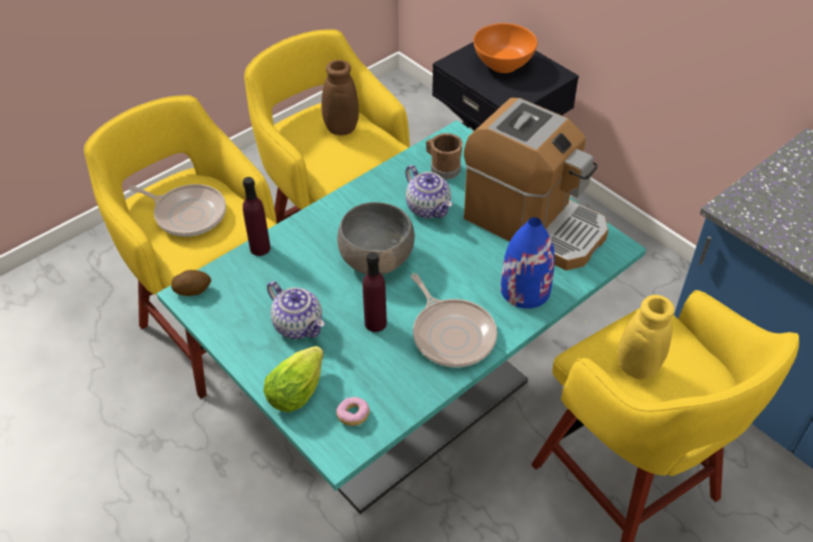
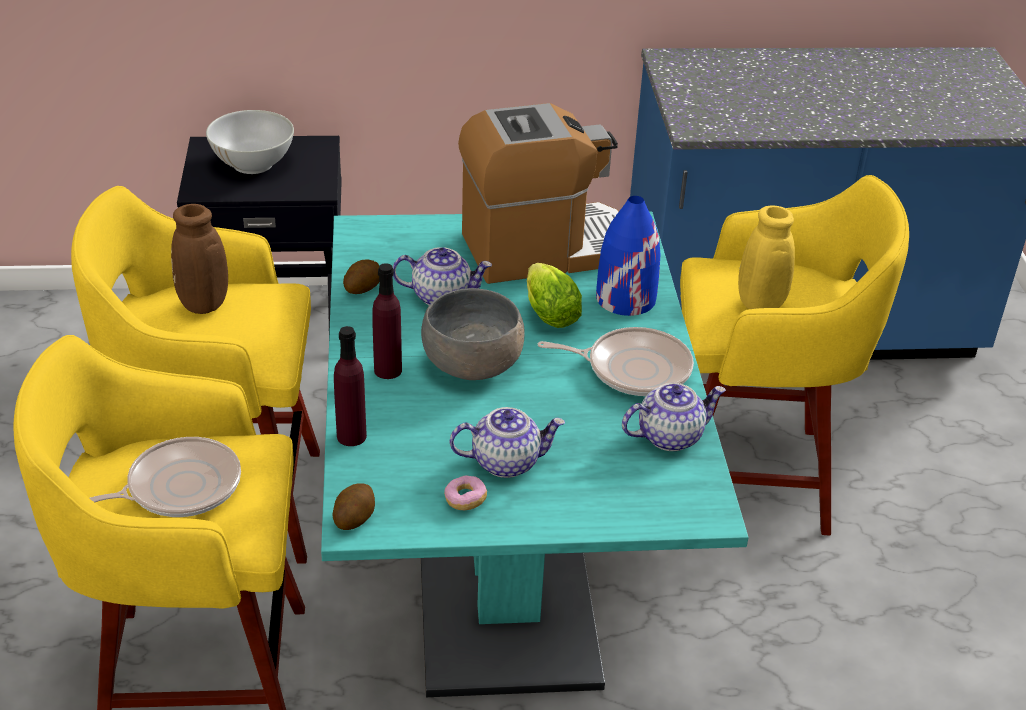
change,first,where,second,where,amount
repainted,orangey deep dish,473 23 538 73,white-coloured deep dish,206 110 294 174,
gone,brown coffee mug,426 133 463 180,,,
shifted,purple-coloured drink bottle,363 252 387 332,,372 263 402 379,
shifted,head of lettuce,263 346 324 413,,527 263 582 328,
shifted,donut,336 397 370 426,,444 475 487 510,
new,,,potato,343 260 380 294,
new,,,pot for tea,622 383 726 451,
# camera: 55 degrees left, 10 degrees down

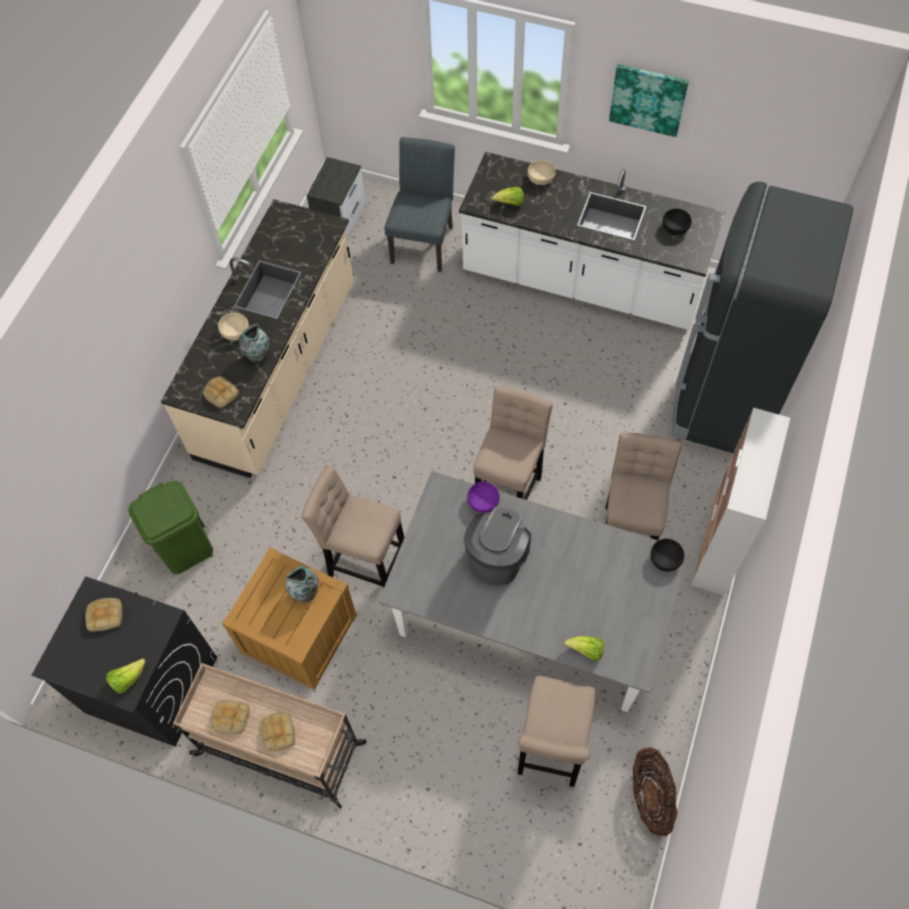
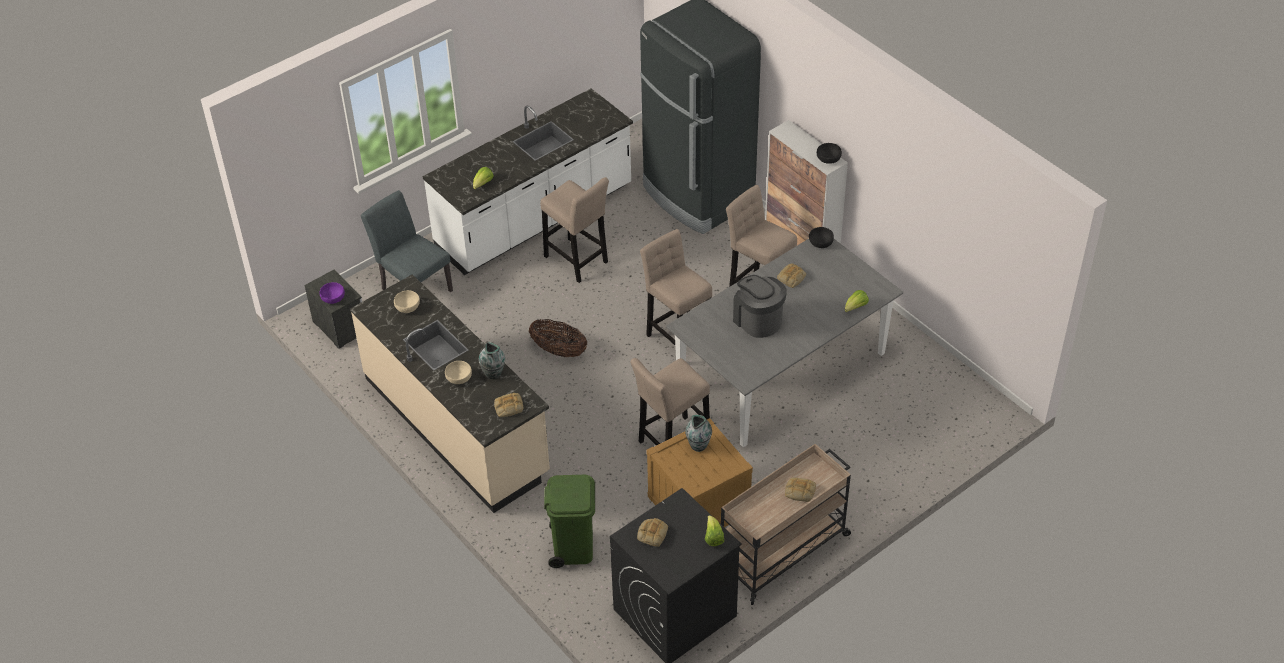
change,first,where,second,where,amount
gone,wall picture,609 64 689 137,,,
shifted,sand-coloured deep dish,527 160 556 185,,394 290 420 313,
shifted,black deep dish,663 208 692 235,,817 143 842 164,
shifted,purple-coloured deep dish,467 482 500 513,,320 282 345 304,
shifted,sand-coloured stool seat,518 676 595 787,,540 177 609 283,
shifted,bread,211 700 250 734,,777 263 806 288,
shifted,storage basket,633 747 677 837,,529 319 587 357,
# camera: 60 degrees left, 15 degrees down

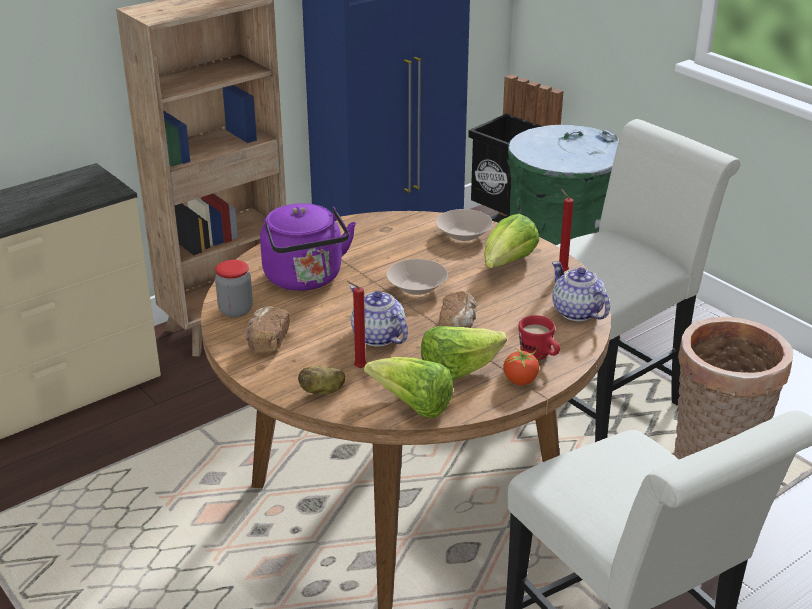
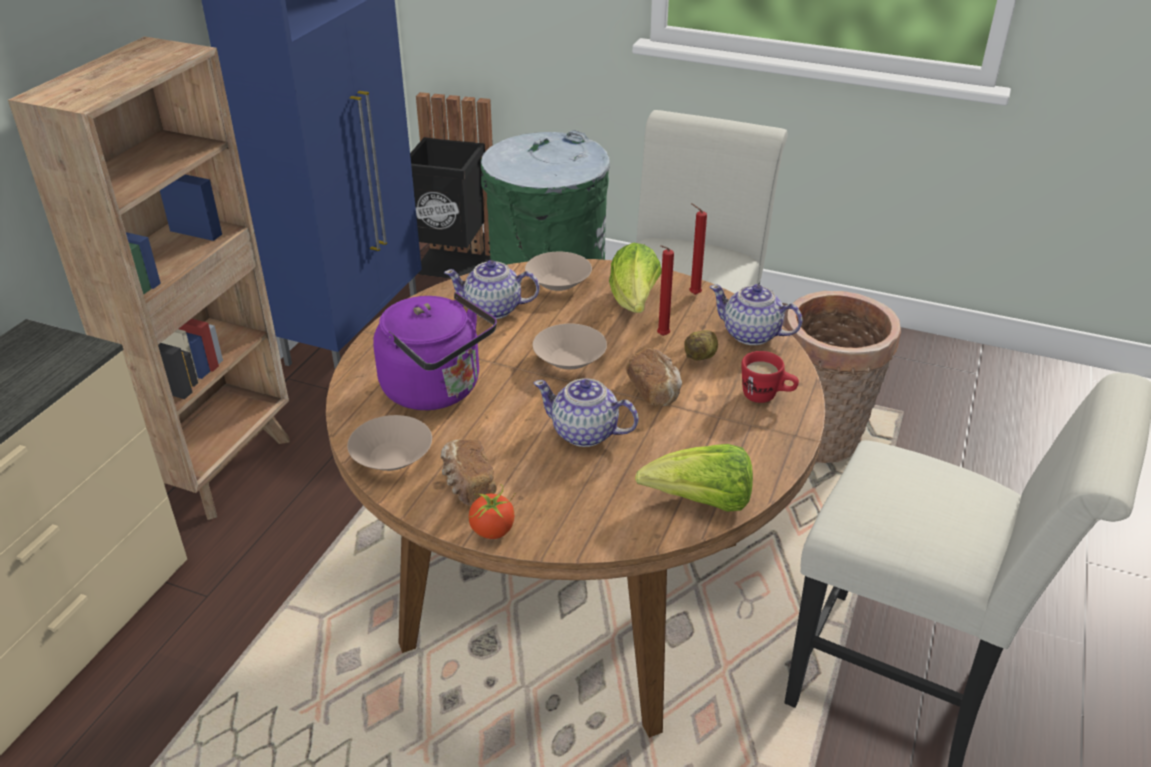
change,first,where,second,where,amount
swapped,storage jar,215 260 253 317,sand-coloured deep dish,347 415 432 471,
shifted,red-coloured candle,347 281 367 368,,657 245 674 336,
gone,head of lettuce,421 326 507 381,,,
shifted,fresh tomato,503 347 542 385,,469 484 515 539,
shifted,potato,298 366 345 395,,684 330 718 361,
new,,,pot for tea,444 260 539 319,
# camera: 30 degrees left, 5 degrees up

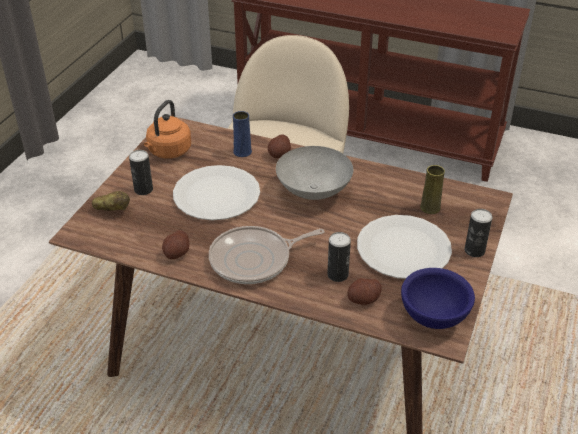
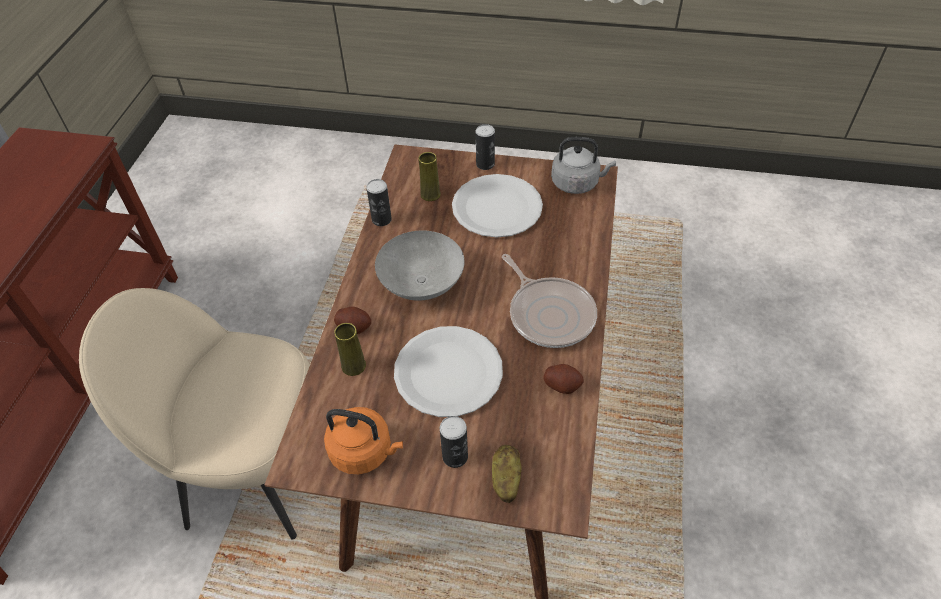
change,first,where,second,where,amount
repainted,blue vase,233 111 252 157,yellowish vase,334 323 366 376,
shifted,sealed can,327 232 351 282,,366 179 392 226,
swapped,blue deep dish,401 268 475 329,greyish water kettle,551 137 616 194,
gone,potato,347 278 382 305,,,
# camera: 100 degrees left, 10 degrees up

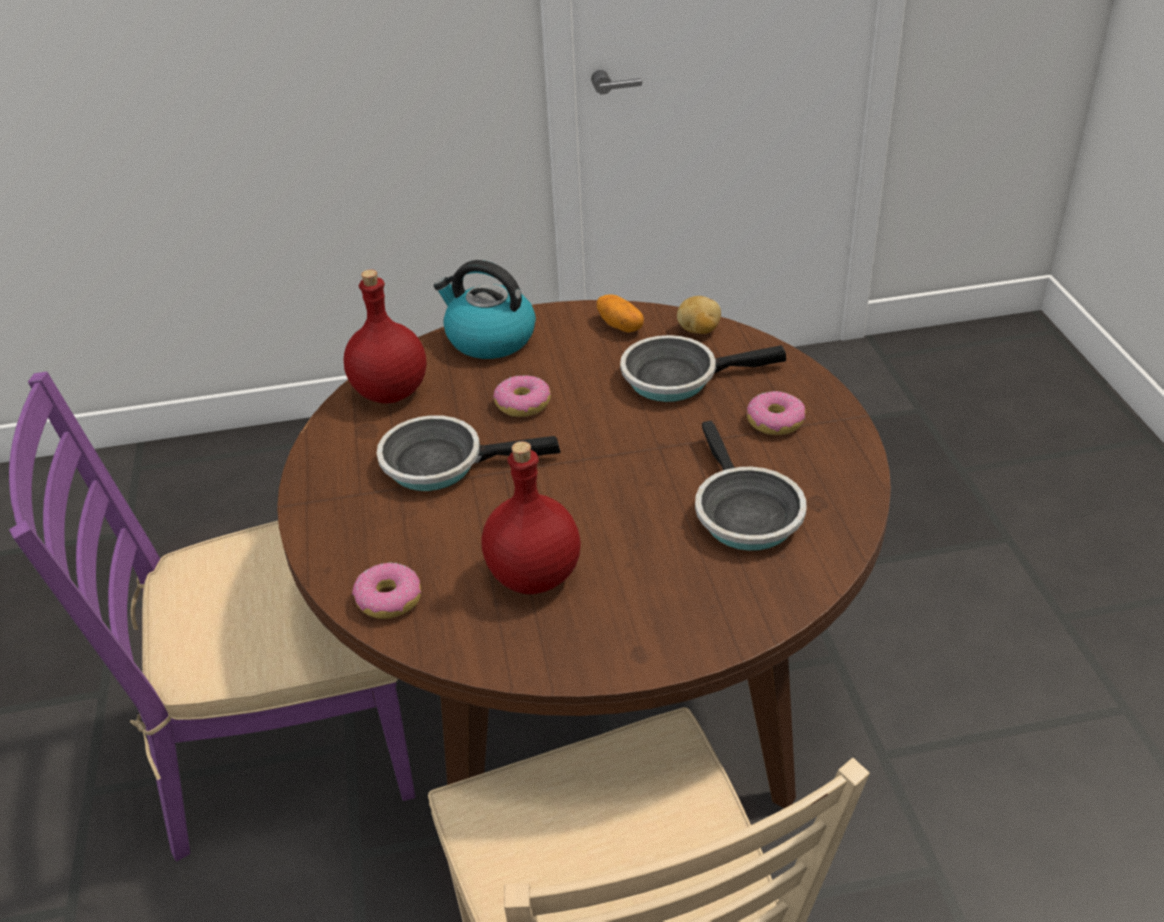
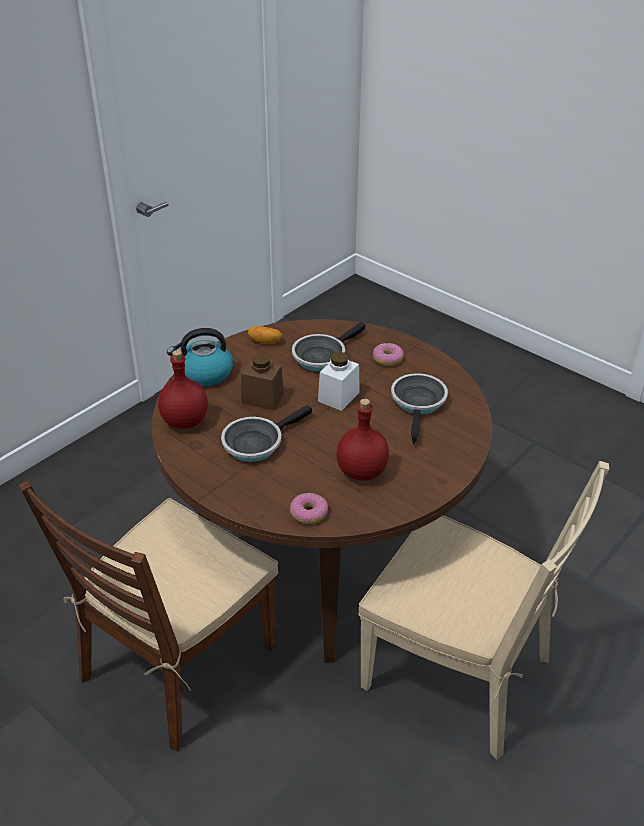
change,first,where,second,where,amount
gone,potato,677 296 721 334,,,
repainted,purple-coloured plain chair,9 371 415 862,brown plain chair,19 480 278 751,
swapped,donut,493 375 551 417,brown storage jar,241 354 284 410,
rotated,pan,695 421 806 551,,391 373 448 445,120 degrees counterclockwise
new,,,white-coloured storage jar,318 352 360 411,
# camera: 40 degrees left, 0 degrees up

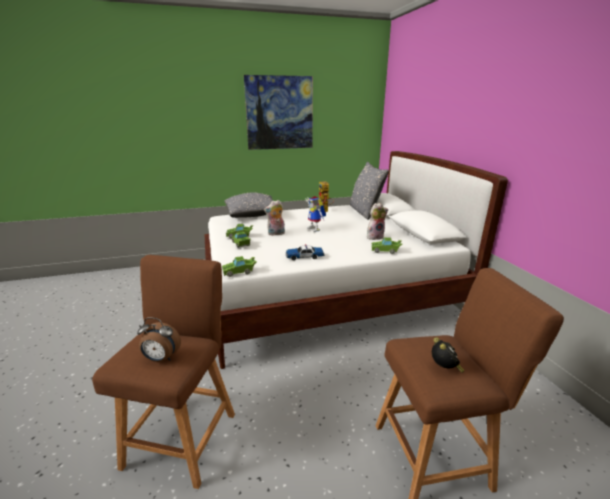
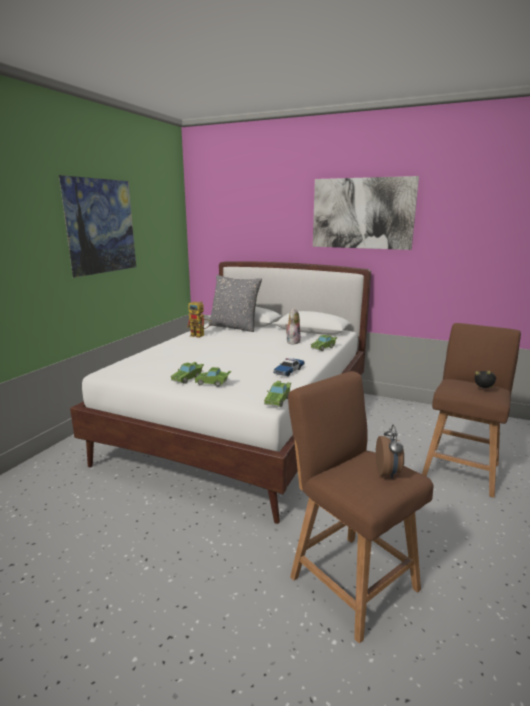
change,first,where,second,where,amount
gone,greyish pillow,225 192 273 218,,,
gone,model robot,305 196 326 232,,,
gone,cuddly toy,264 200 285 236,,,
rotated,table clock,137 317 181 362,,376 425 404 479,45 degrees counterclockwise
new,,,wall picture,313 176 419 250,
# camera: 50 degrees left, 5 degrees down

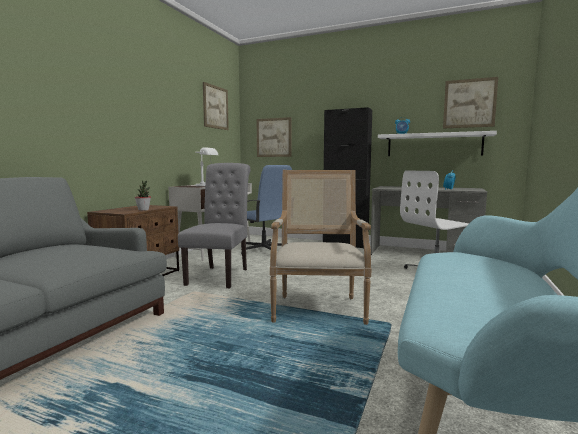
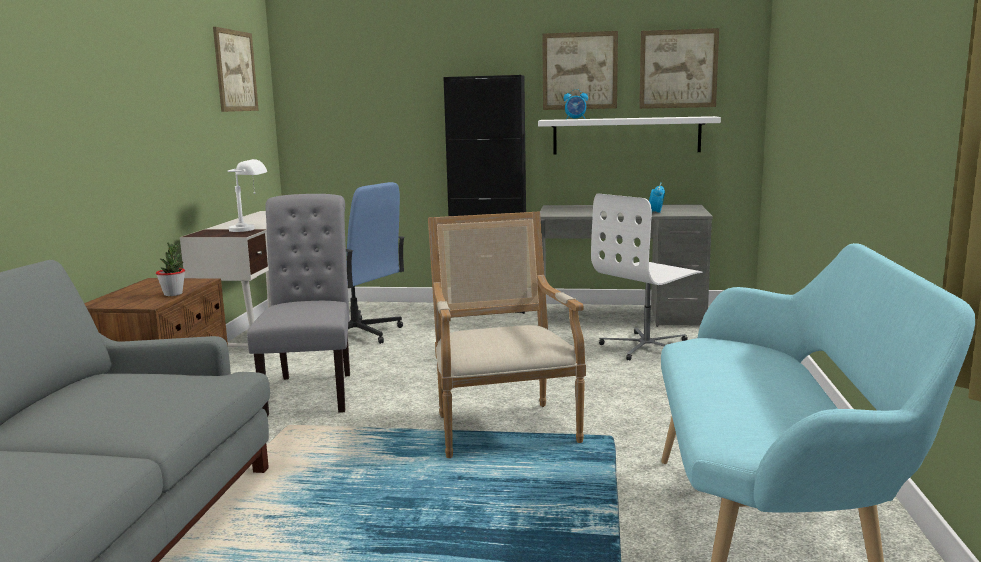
change,first,where,second,where,amount
shifted,wall picture,257 117 292 157,,542 31 618 110,
# camera: 15 degrees left, 5 degrees up

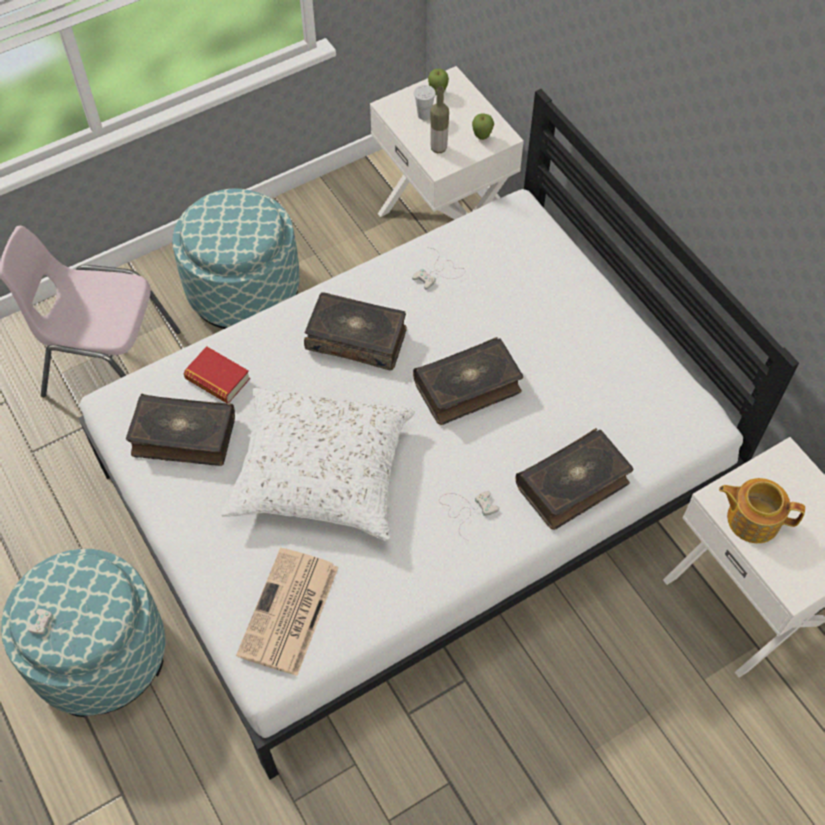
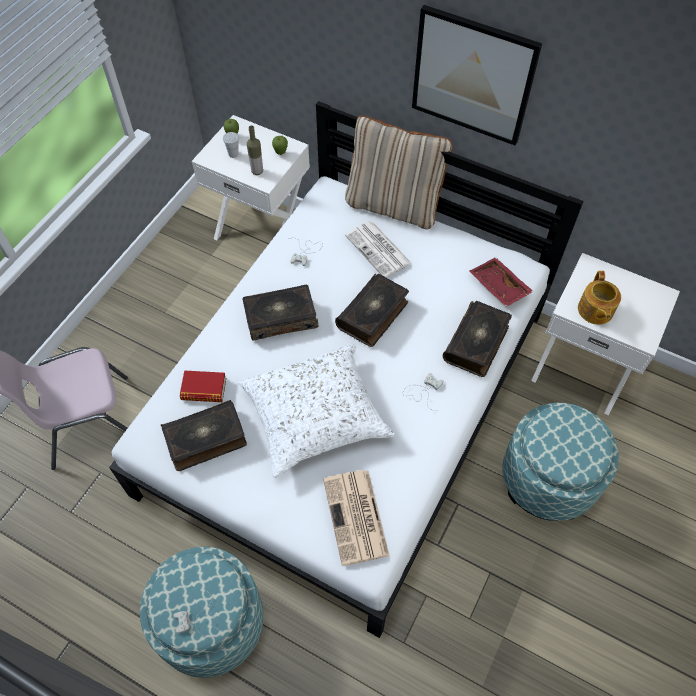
change,first,where,second,where,amount
shifted,ottoman,172 188 300 329,,502 403 619 521,
rotated,pot for tea,719 478 805 543,,578 271 621 325,75 degrees counterclockwise
new,,,wall picture,412 5 542 146,
new,,,sand-coloured pillow,345 116 453 229,
new,,,newspaper,345 221 411 278,
new,,,red-coloured tray,469 257 534 307,
# camera: 30 degrees left, 0 degrees up

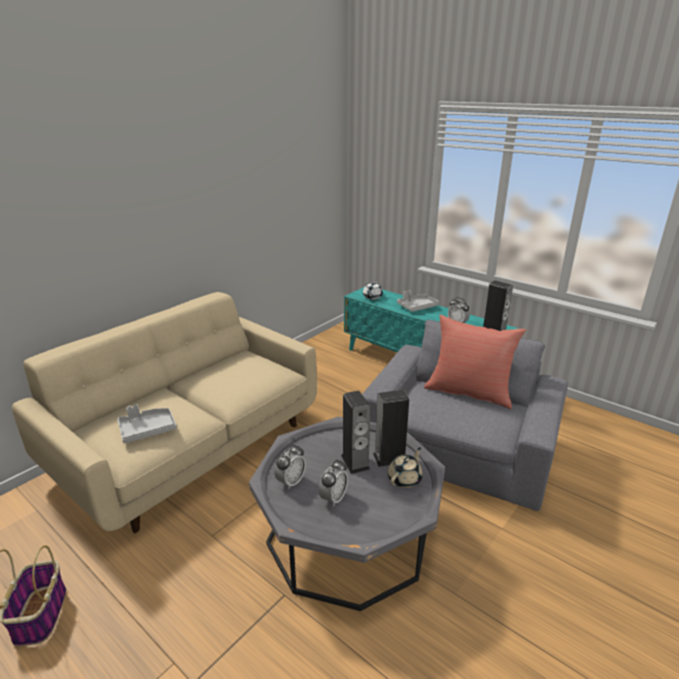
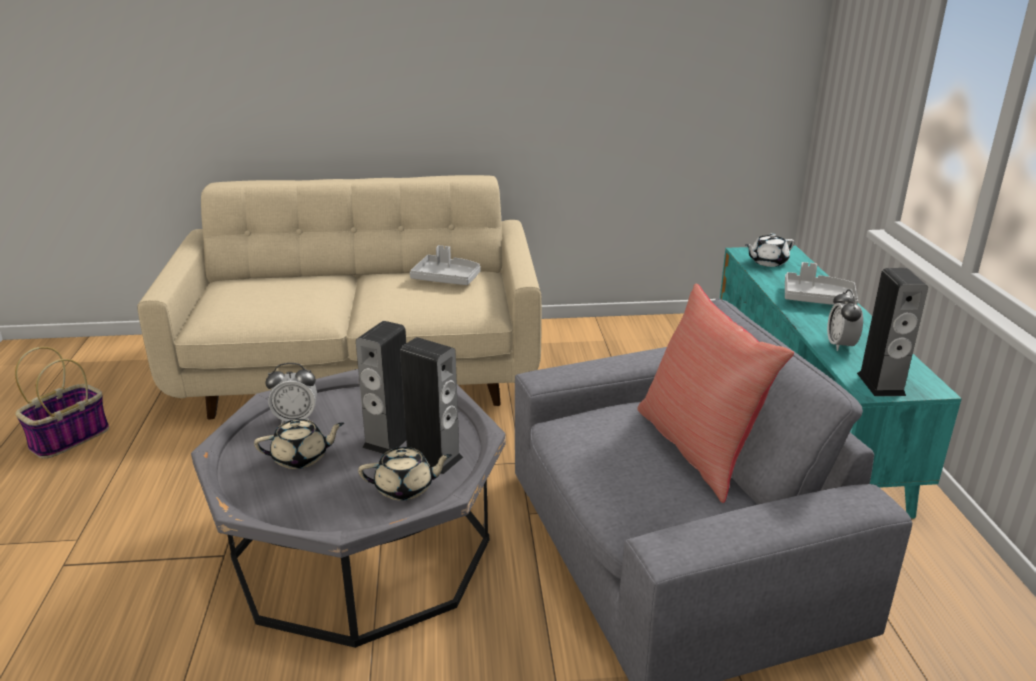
change,first,where,second,where,amount
shifted,greyish tray,117 404 177 443,,410 245 481 285,
swapped,table clock,319 460 348 507,sand-coloured pot for tea,254 419 344 469,
# camera: 45 degrees right, 0 degrees up

